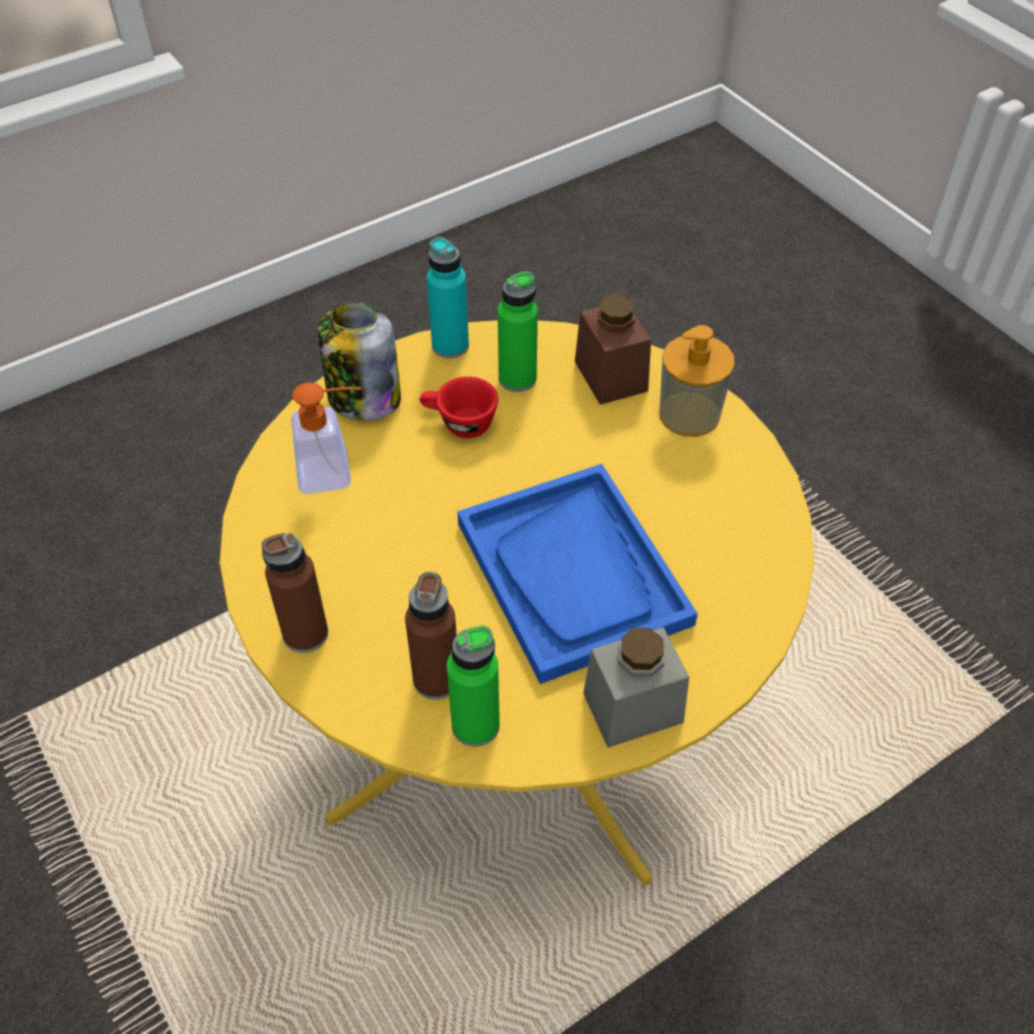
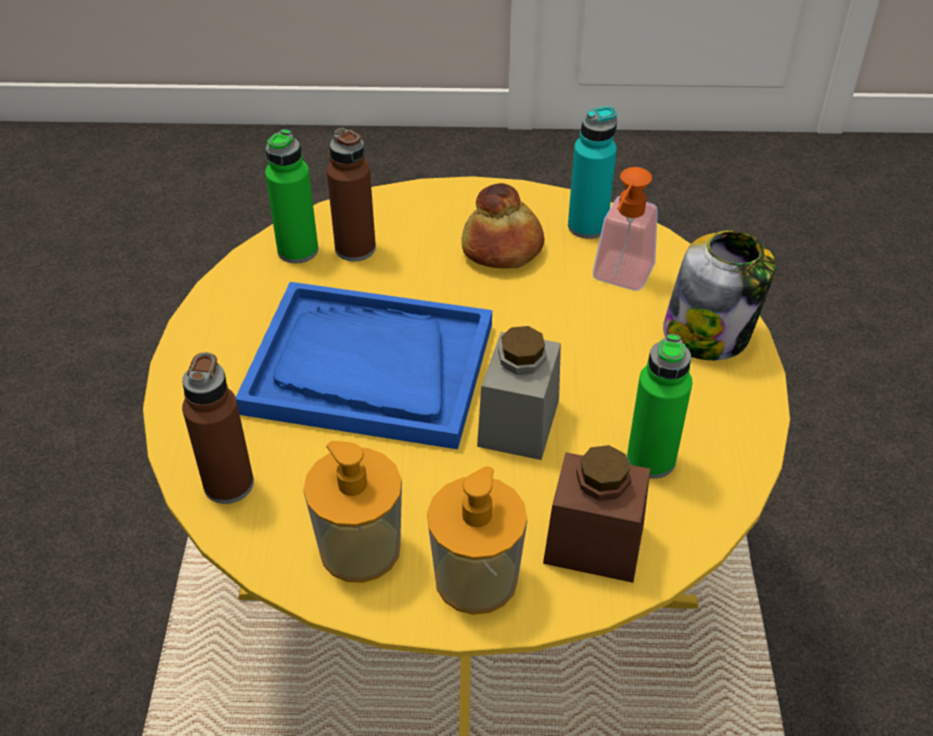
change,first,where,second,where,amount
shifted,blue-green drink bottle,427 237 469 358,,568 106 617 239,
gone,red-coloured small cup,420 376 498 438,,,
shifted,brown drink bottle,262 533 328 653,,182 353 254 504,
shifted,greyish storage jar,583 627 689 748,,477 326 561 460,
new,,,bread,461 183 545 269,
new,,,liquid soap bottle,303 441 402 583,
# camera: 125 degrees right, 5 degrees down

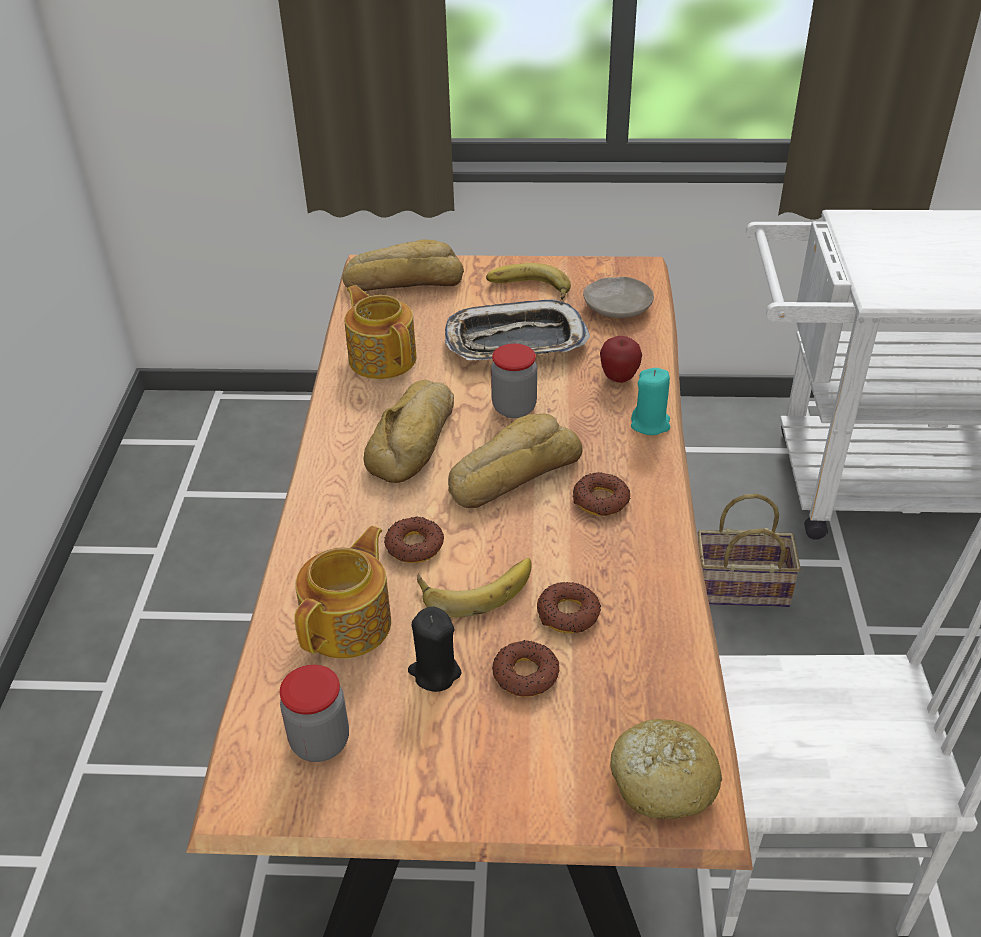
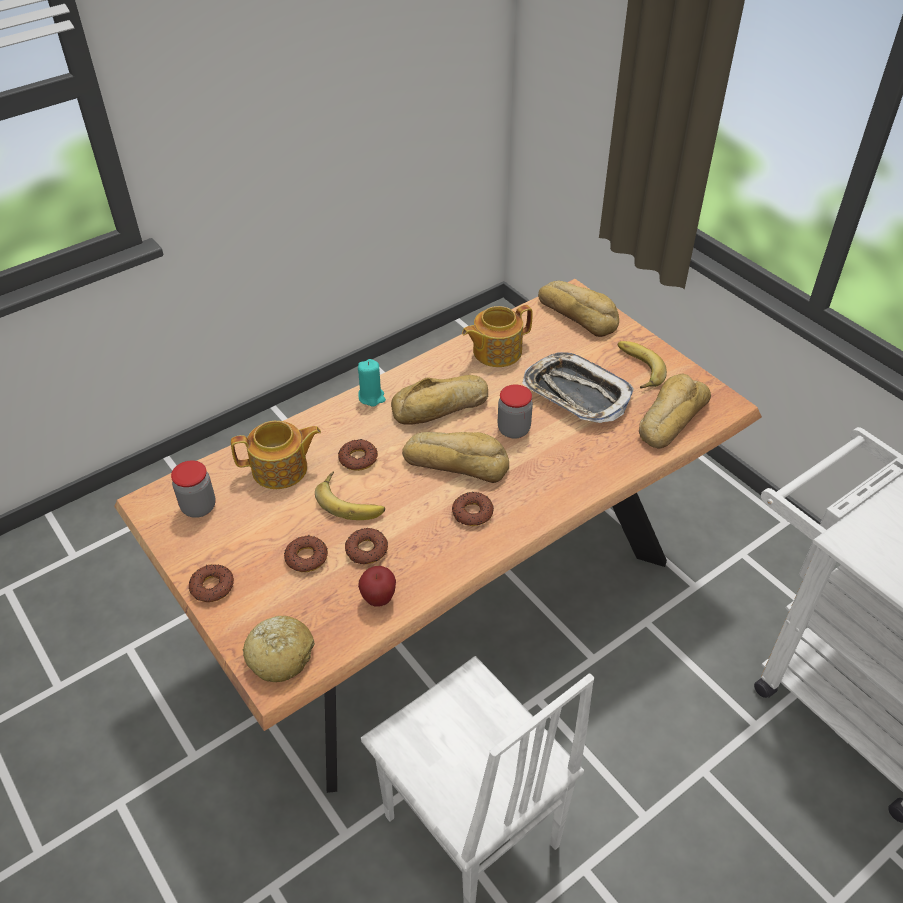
change,first,where,second,where,amount
swapped,sand-coloured dinner plate,583 277 654 318,bread,639 374 711 448,
rotated,pot for tea,345 285 417 379,,462 305 533 367,135 degrees counterclockwise
shifted,apple,600 336 642 383,,358 566 396 607,
shifted,blue-green candle,631 368 671 435,,358 359 386 407,
gone,storage basket,697 494 801 607,,,
gone,black candle,408 607 462 692,,,
new,,,donut,188 564 234 602,
# camera: 50 degrees right, 5 degrees up

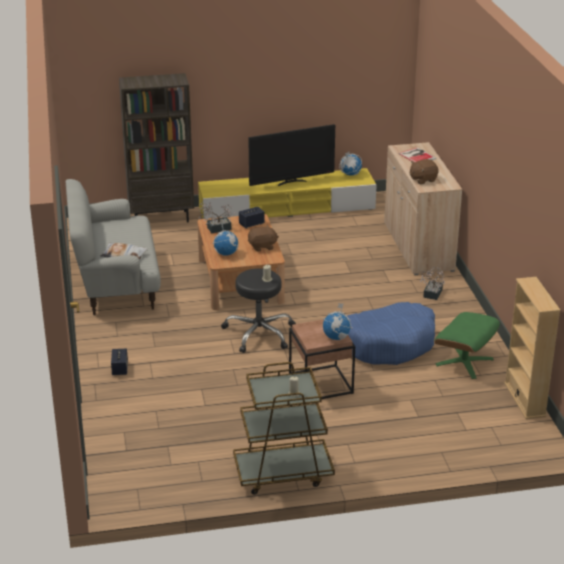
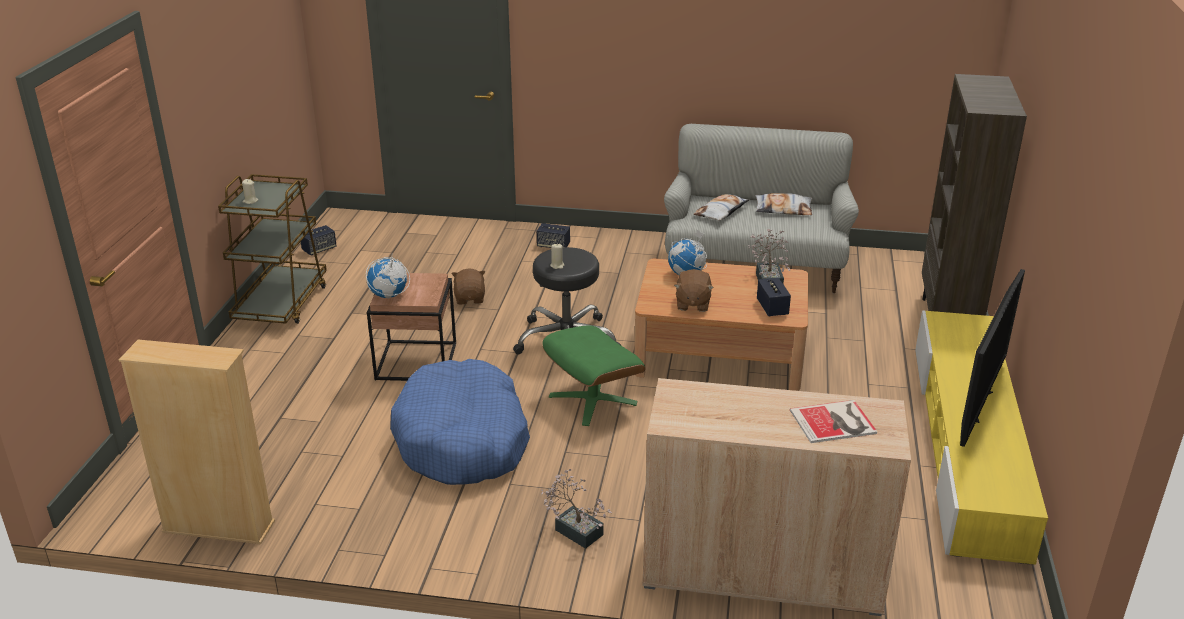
change,first,where,second,where,amount
rotated,TV set,248 124 335 186,,960 269 1025 447,150 degrees counterclockwise
gone,desk globe,339 151 362 176,,,
shifted,brown cuddly toy,410 159 439 184,,451 268 485 304,
shifted,green-coloured ottoman,434 312 500 379,,542 325 645 426,
new,,,pillow,755 193 813 215,
new,,,loudspeaker,301 225 337 255,
# camera: 110 degrees right, 0 degrees up

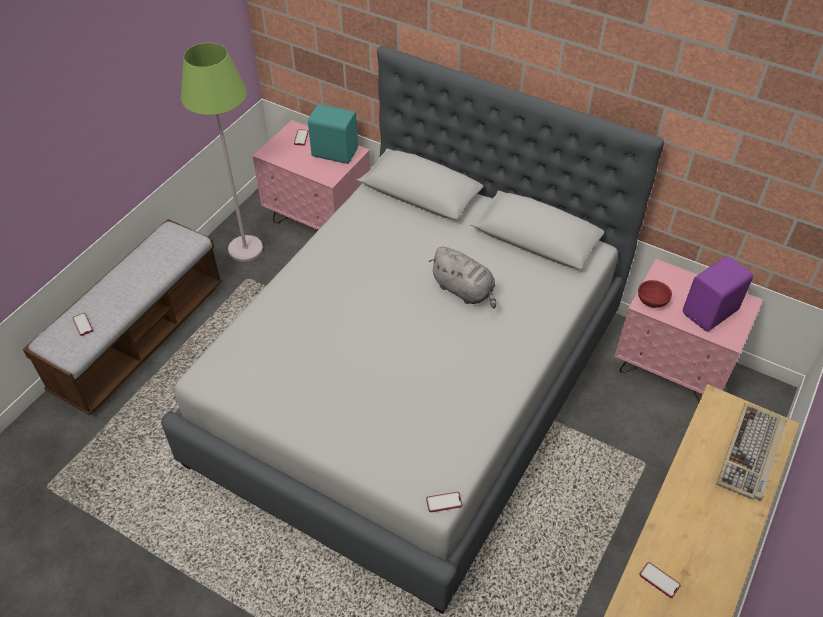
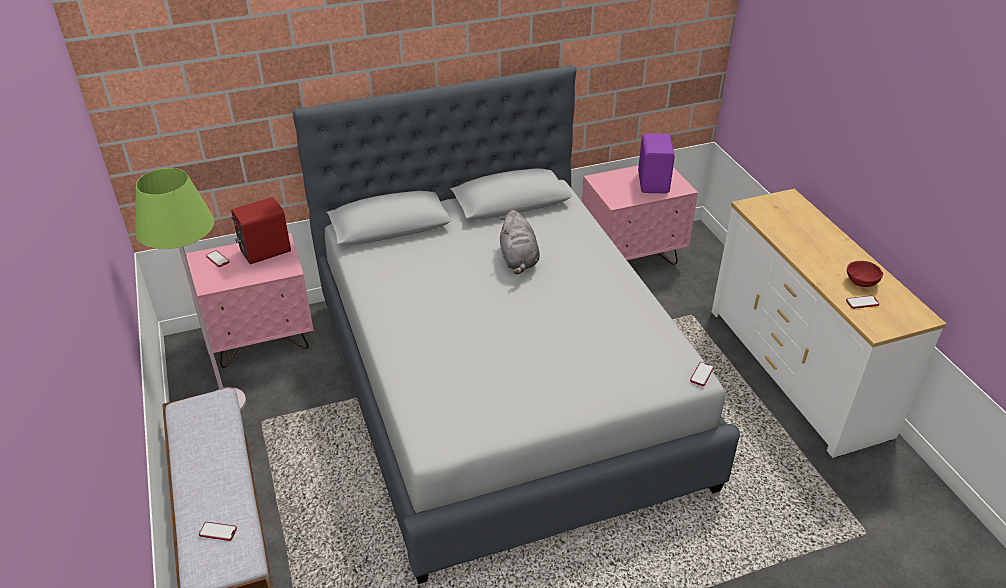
change,first,where,second,where,amount
repainted,blue-green loudspeaker,308 104 358 164,red-coloured loudspeaker,231 197 291 264,
rotated,greyish cuddly toy,429 247 496 309,,500 210 540 275,90 degrees clockwise
shifted,red-coloured deep dish,638 280 672 308,,847 261 883 287,
gone,PC keyboard,716 403 787 500,,,
# camera: 50 degrees left, 10 degrees down

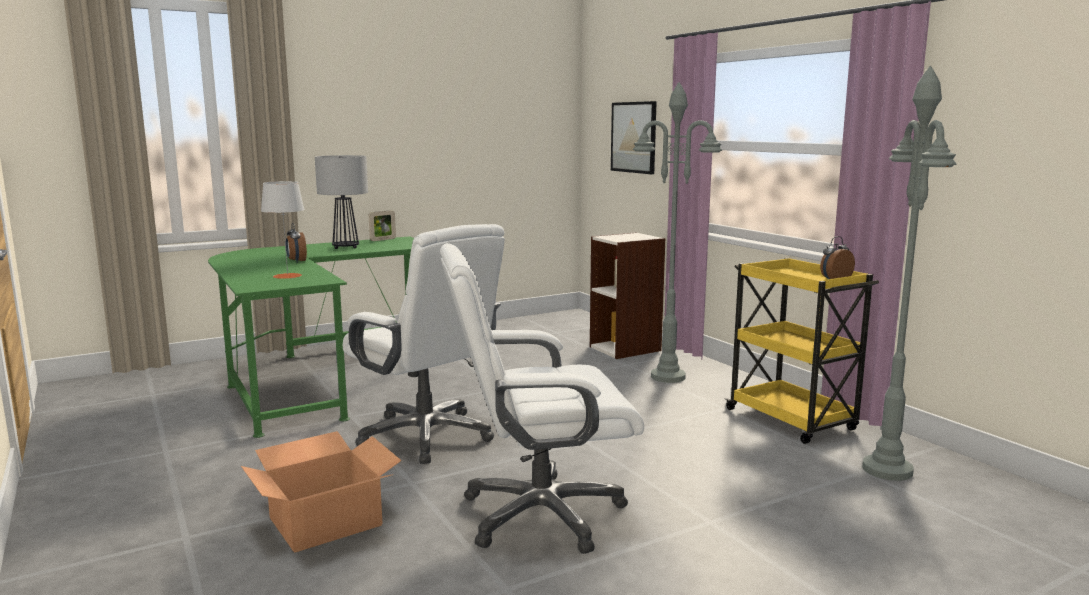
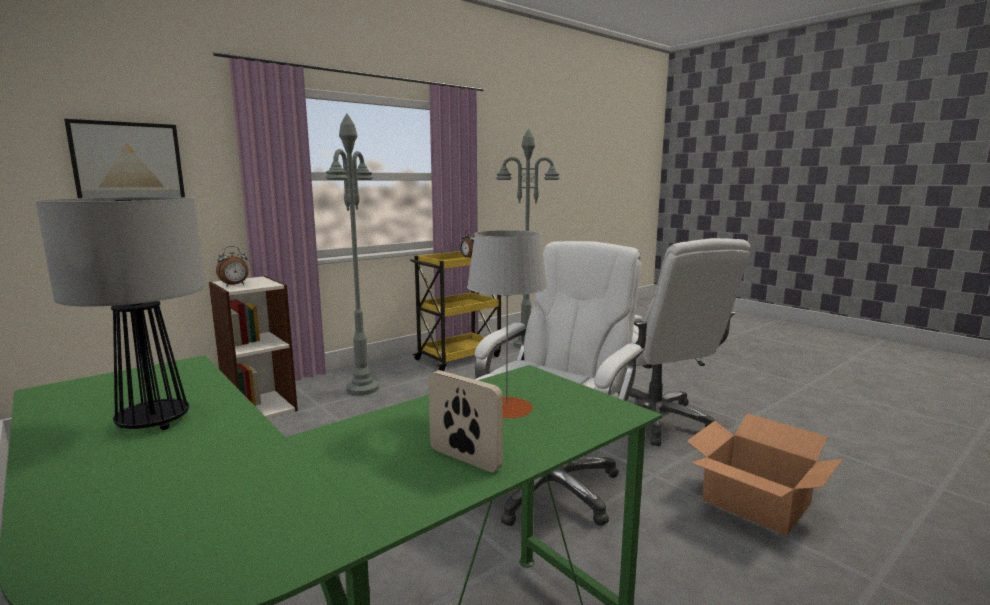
change,first,where,second,where,amount
shifted,photo frame,369 210 396 241,,428 370 503 472,
shifted,table clock,286 223 307 263,,216 246 248 286,
# camera: 100 degrees left, 0 degrees up

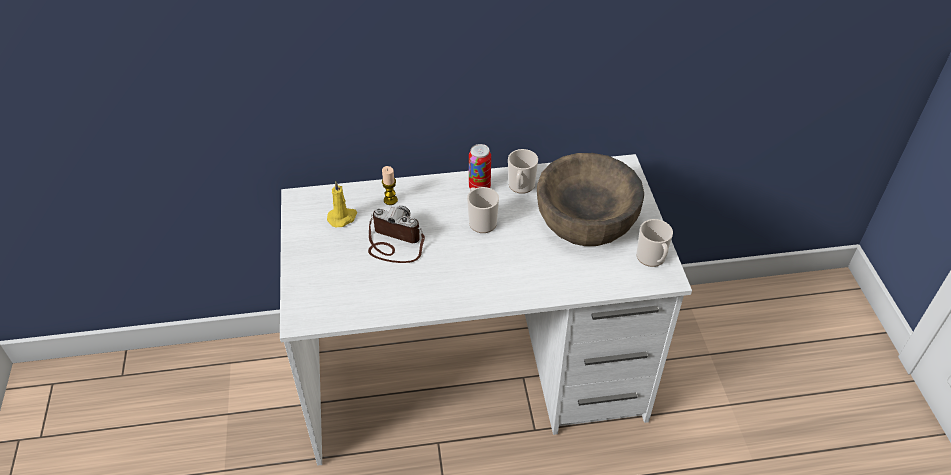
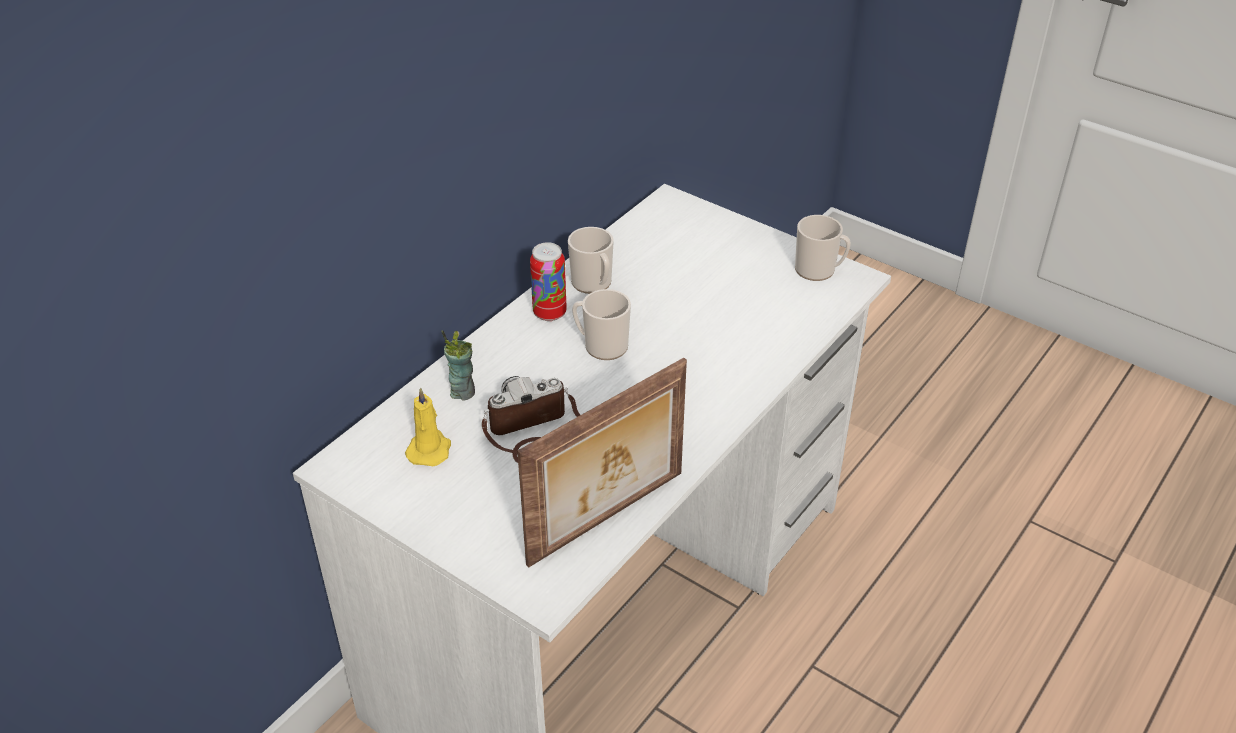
change,first,where,second,where,amount
gone,brown deep dish,537 153 644 246,,,
swapped,candle,382 166 398 205,small cup,441 330 475 401,
new,,,photo frame,517 358 687 568,
# camera: 45 degrees left, 5 degrees down

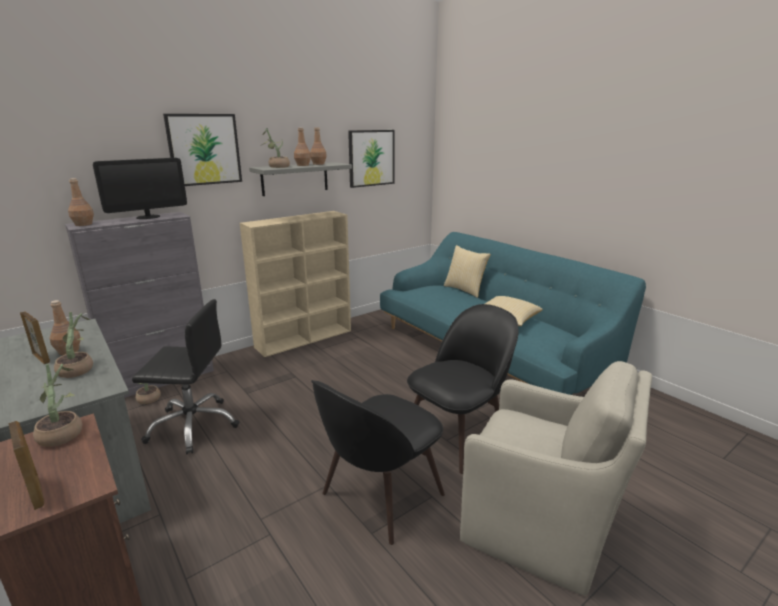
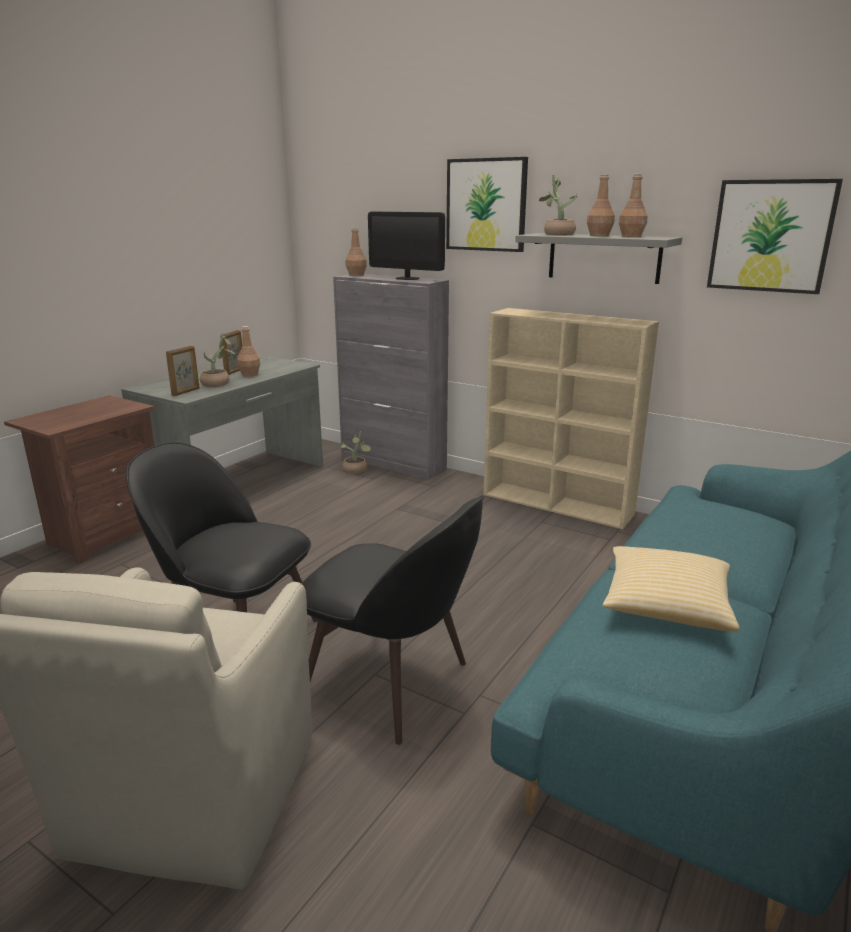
change,first,where,second,where,amount
gone,pillow,444 245 491 298,,,
gone,black office chair,132 299 239 454,,,
gone,houseplant,33 364 83 447,,,
shifted,photo frame,9 421 44 510,,166 346 199 396,
# camera: 70 degrees right, 0 degrees up

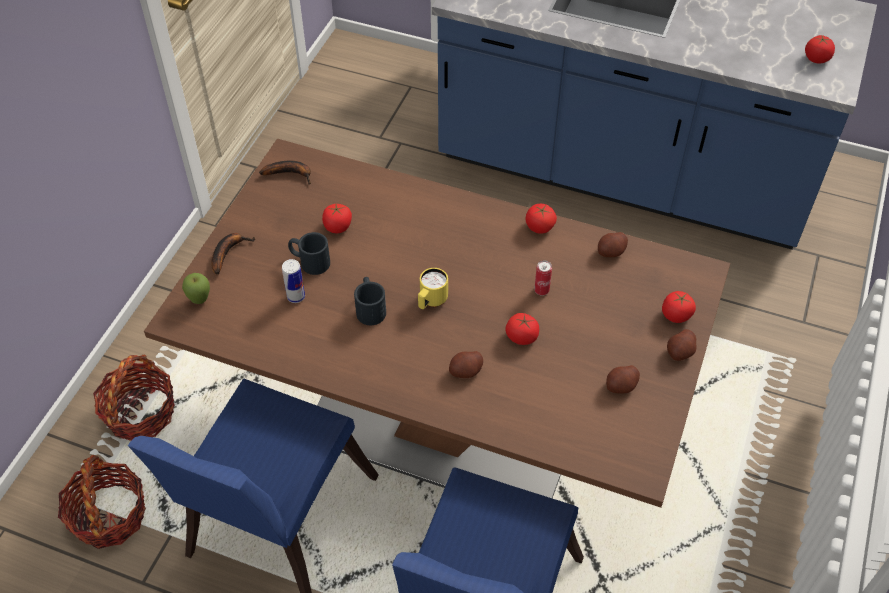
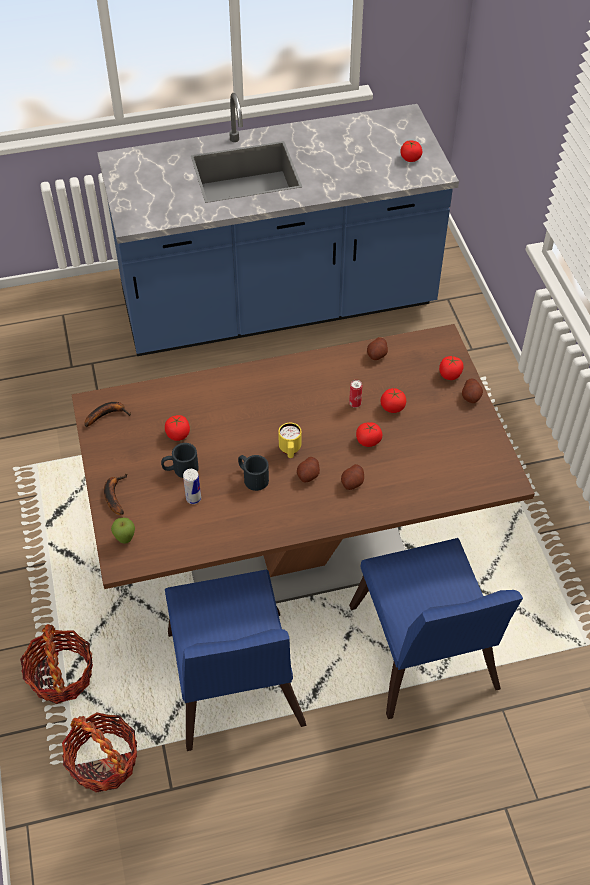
change,first,where,second,where,amount
shifted,fresh tomato,526 204 557 234,,381 388 406 413,
shifted,potato,606 365 640 394,,297 457 320 483,
# camera: 35 degrees left, 0 degrees up

